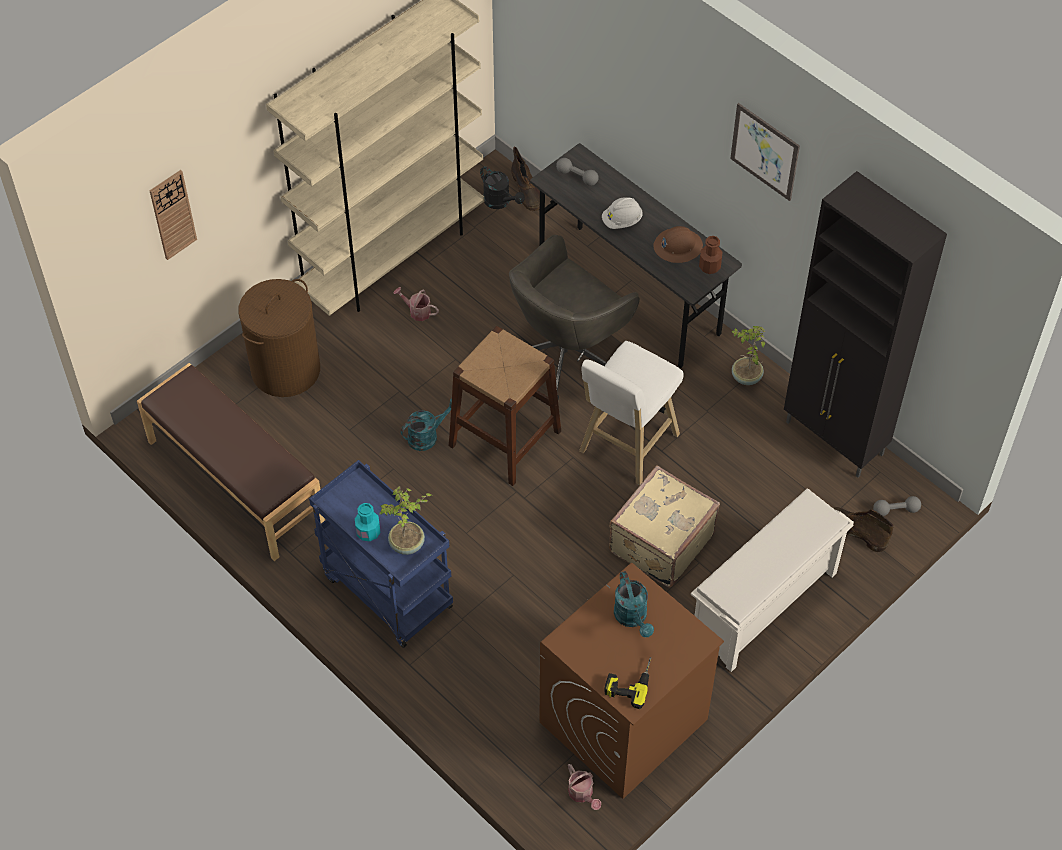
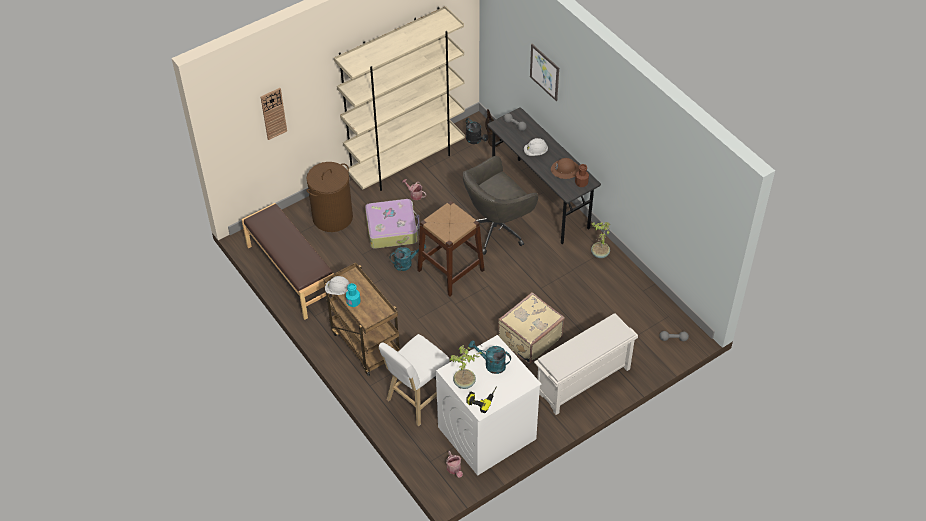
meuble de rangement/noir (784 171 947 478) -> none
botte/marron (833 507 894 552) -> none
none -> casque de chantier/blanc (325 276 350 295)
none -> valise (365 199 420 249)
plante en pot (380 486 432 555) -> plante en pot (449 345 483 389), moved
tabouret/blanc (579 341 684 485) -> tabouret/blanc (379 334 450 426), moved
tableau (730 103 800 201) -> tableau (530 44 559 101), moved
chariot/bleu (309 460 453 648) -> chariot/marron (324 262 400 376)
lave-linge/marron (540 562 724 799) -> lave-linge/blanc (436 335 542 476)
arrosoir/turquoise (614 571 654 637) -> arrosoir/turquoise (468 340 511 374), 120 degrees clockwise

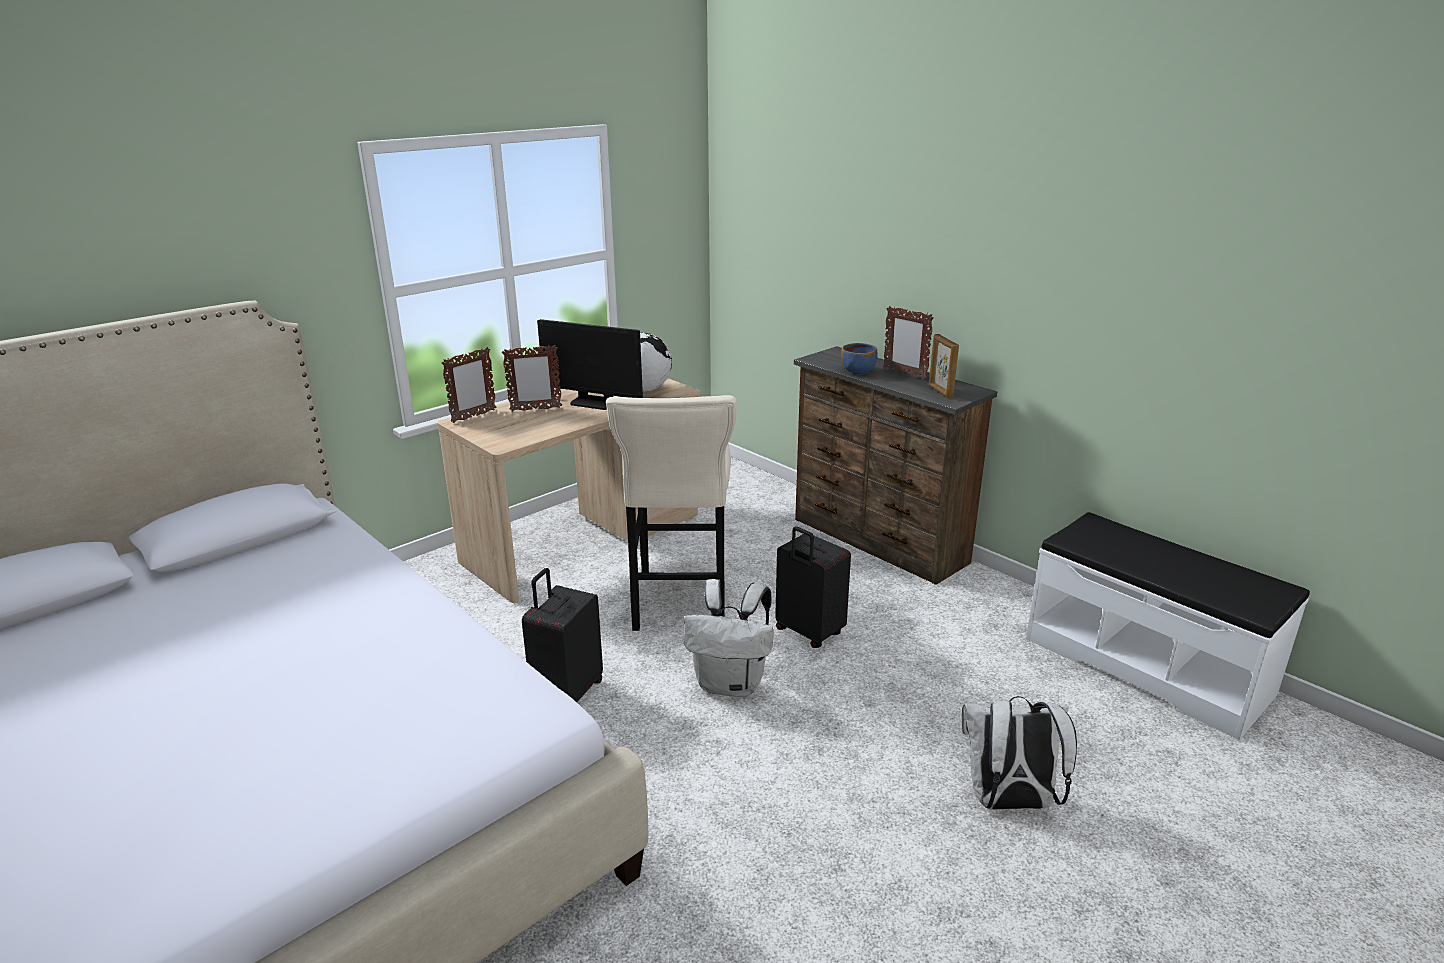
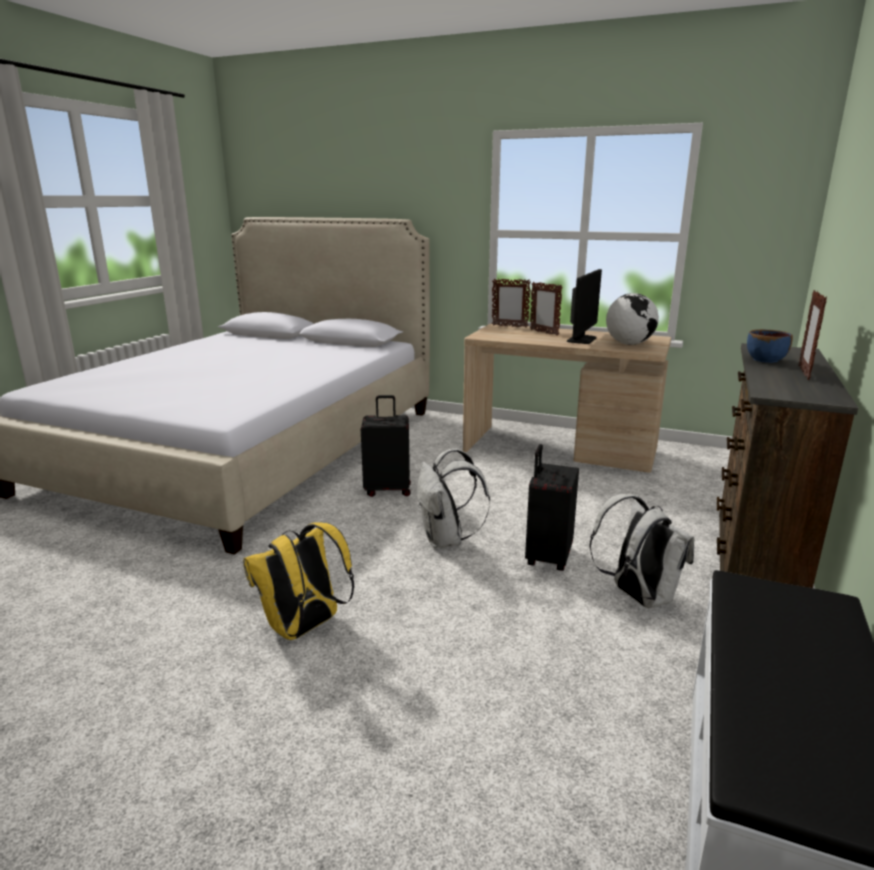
tabouret/beige (606 395 737 631) -> none
cadre photo (929 334 959 399) -> none
none -> sac à dos/jaune (243 522 355 640)
sac à dos/blanc (962 696 1077 810) -> sac à dos/blanc (589 494 695 608), moved
écran d'ordinateur (537 319 643 410) -> écran d'ordinateur (567 269 602 344), 150 degrees counterclockwise

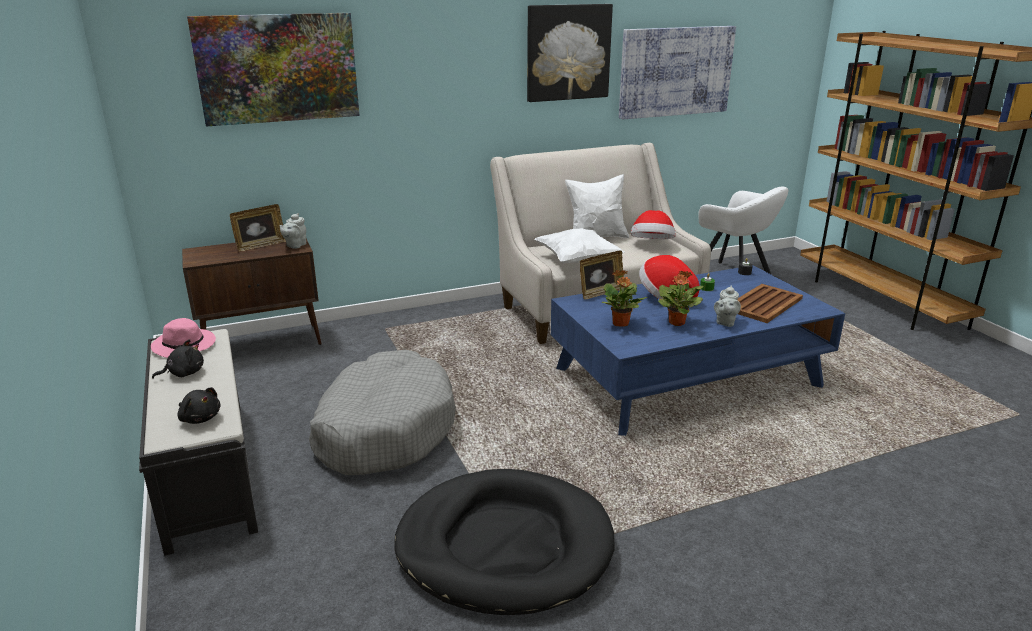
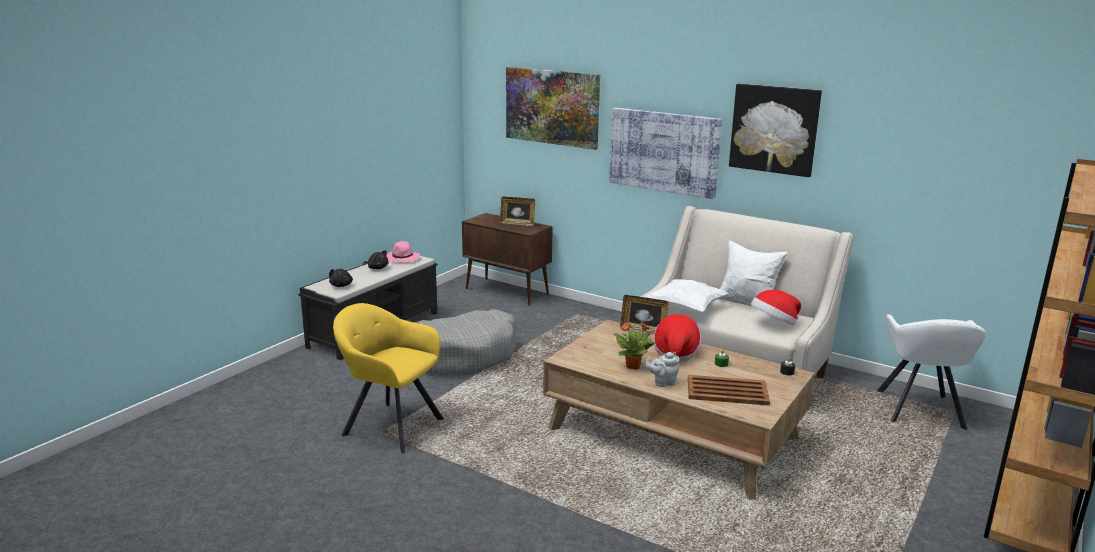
théière/gris (279 213 306 249) -> none
plante en pot (602 270 647 327) -> none
tableau (619 26 736 119) -> tableau (609 108 722 199), moved
panier pour chien/noir (394 469 614 615) -> fauteuil/jaune (333 303 444 453)
table basse/bleu (551 265 845 436) -> table basse/marron (543 320 815 500)

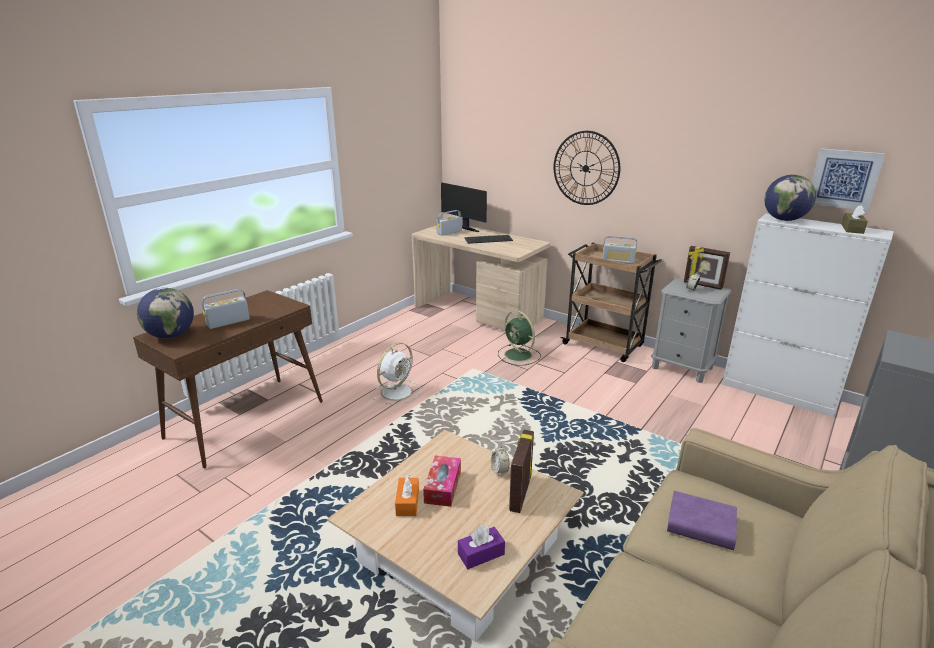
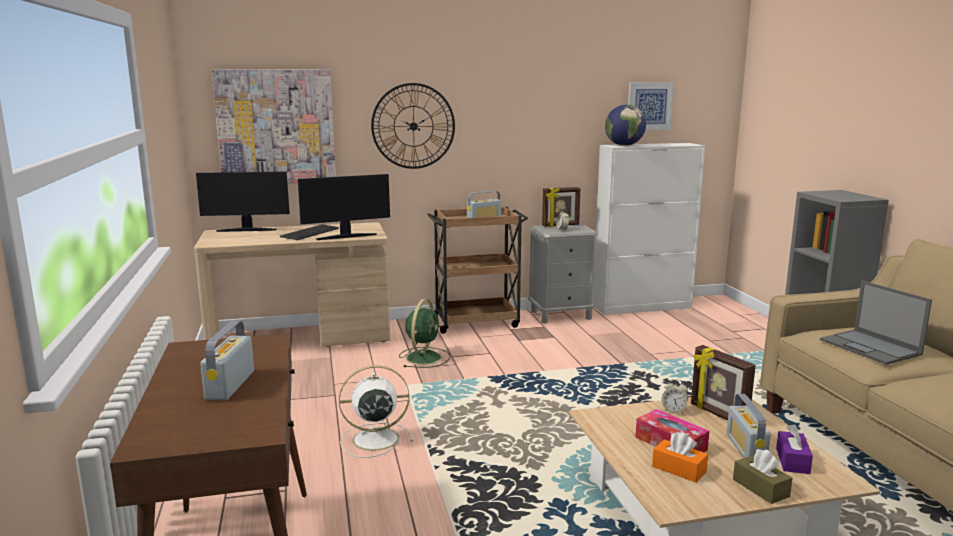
globe (137 288 194 338) -> none
none -> tableau (212 69 336 183)
none -> écran d'ordinateur (298 174 390 240)
radio (437 210 462 236) -> radio (727 394 771 458), moved
boîte à mouchoirs/marron (842 205 868 234) -> boîte à mouchoirs/marron (733 449 792 504), moved
livre/violet (667 491 737 550) -> ordinateur portable (820 281 932 365)
ventilateur/blanc (373 343 421 405) -> ventilateur/blanc (339 365 414 458), 90 degrees counterclockwise
ventilateur/vert (498 310 541 366) -> ventilateur/vert (399 299 450 368), 75 degrees counterclockwise

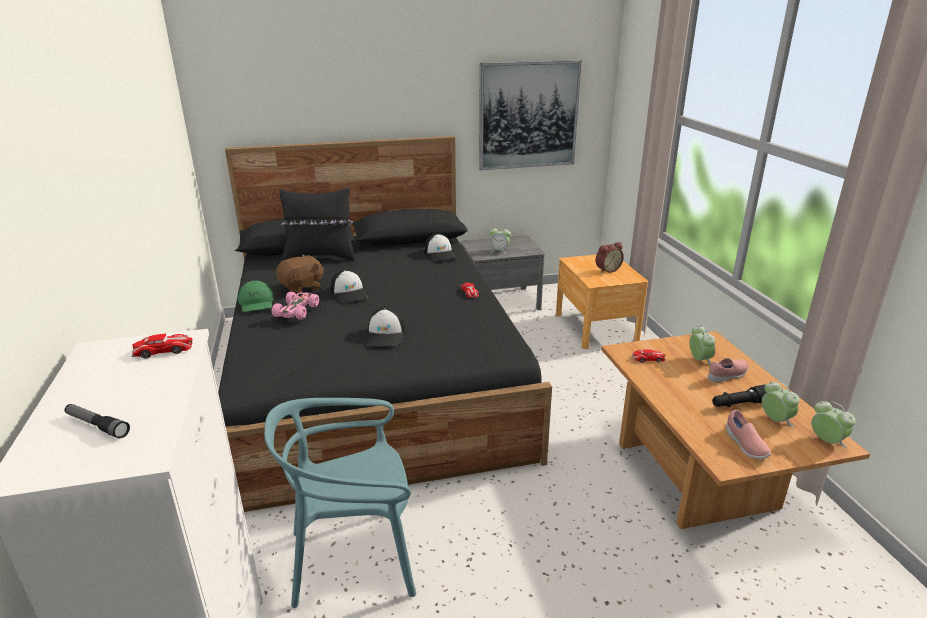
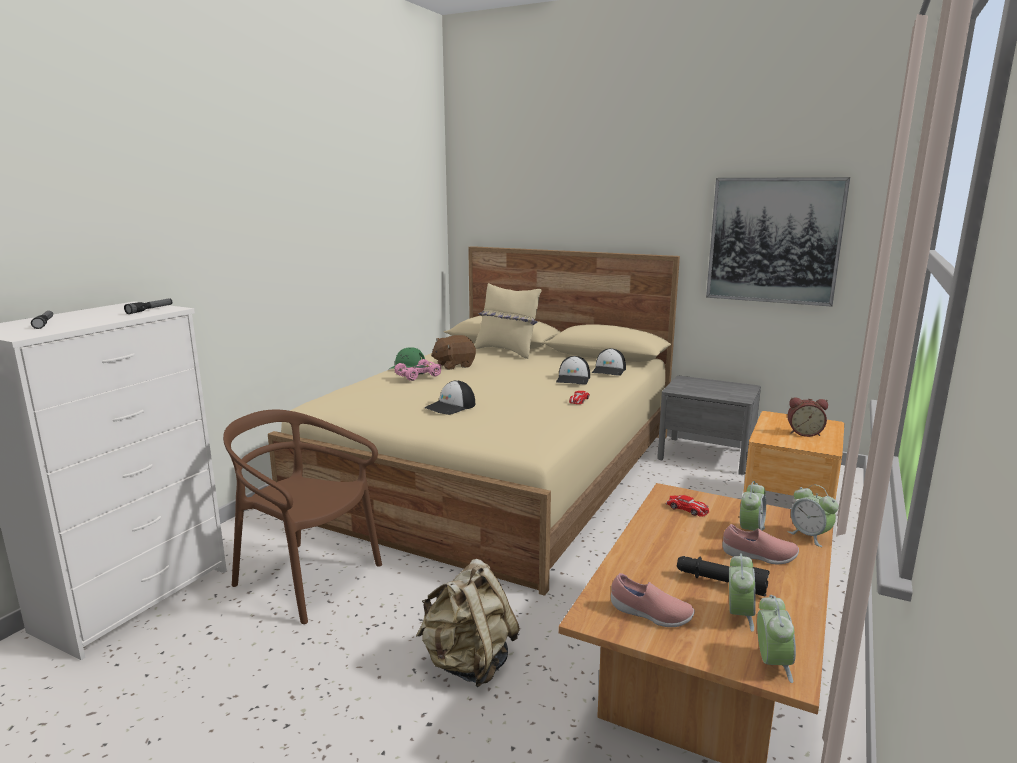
none -> sac à dos/beige (416 559 520 687)
casquette (331 270 369 303) -> casquette (556 356 590 384), moved
réveil (490 229 511 254) -> réveil (787 485 839 547), moved
petite voiture (132 334 192 359) -> lampe de poche (124 299 172 314)
lit/noir (218 136 552 512) -> lit/beige (268 246 680 596)
chaise/turquoise (264 398 416 608) -> chaise/marron (223 410 382 624)
coussin/noir (279 188 354 261) -> coussin/beige (474 283 542 359)
peluche/marron (276 255 324 295) -> peluche/marron (431 335 476 370), 150 degrees clockwise
chaussure/rose (726 410 771 459) -> chaussure/rose (611 573 695 627), 90 degrees counterclockwise

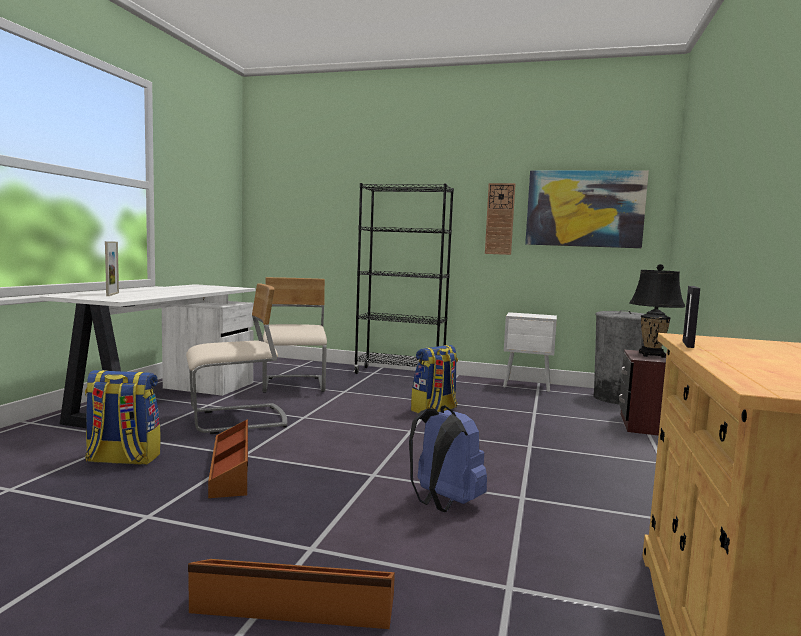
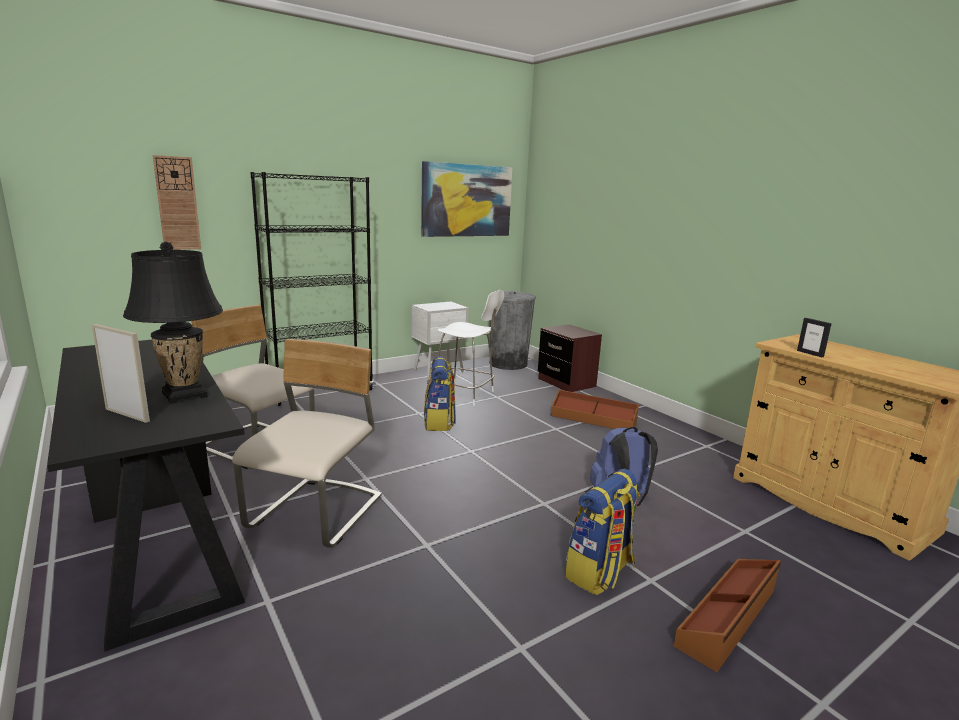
none -> chaise/blanc (438 290 504 406)
sac à dos (85 370 160 465) -> sac à dos (565 469 640 595), moved
boîte de rangement/marron (208 419 248 498) -> boîte de rangement/marron (551 390 639 429), moved
horloge murale (485 183 515 255) -> horloge murale (153 155 201 250), moved
lampe de table/noir (630 264 685 358) -> lampe de table/noir (123 242 223 404), moved
bureau/blanc (40 284 256 428) -> bureau/noir (47 340 245 652)

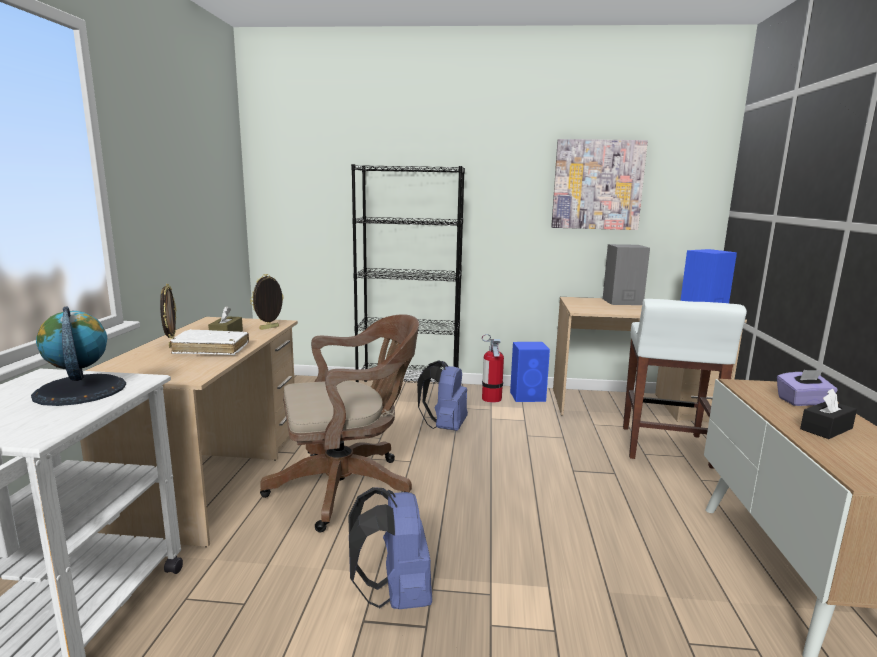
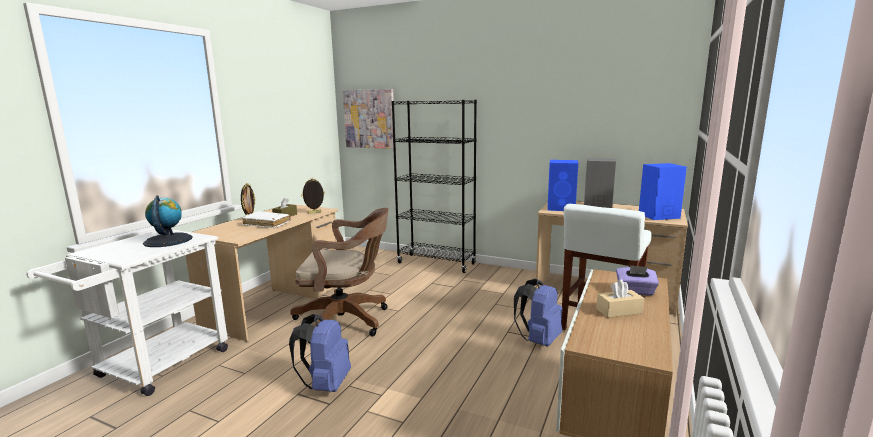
extincteur (482 334 504 403) -> none
sac à dos/bleu (417 360 468 431) -> sac à dos/bleu (514 279 562 347), moved
enceinte/bleu (510 342 550 402) -> enceinte/bleu (547 160 578 211), moved
tableau (551 139 648 230) -> tableau (343 89 394 149), moved
boîte à mouchoirs/noir (800 389 857 439) -> boîte à mouchoirs/beige (596 279 644 318)

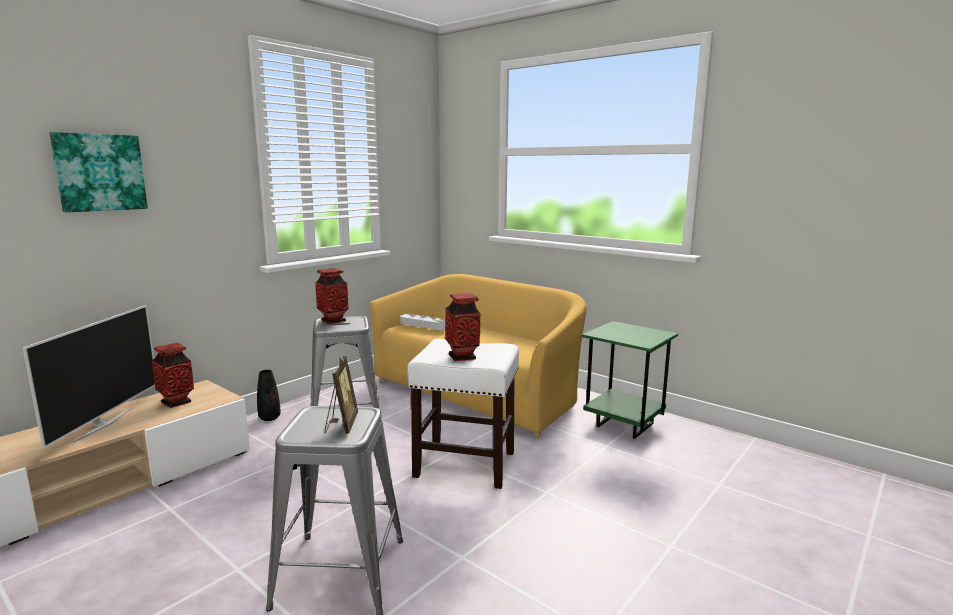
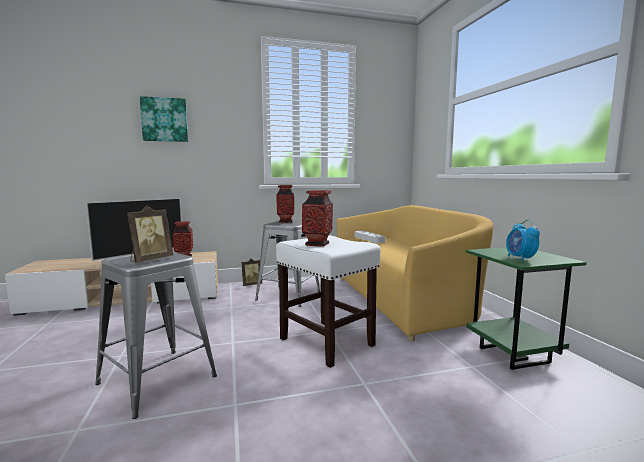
none -> réveil (506 220 540 261)
vase/noir (257 370 281 421) -> cadre photo (241 259 262 286)

